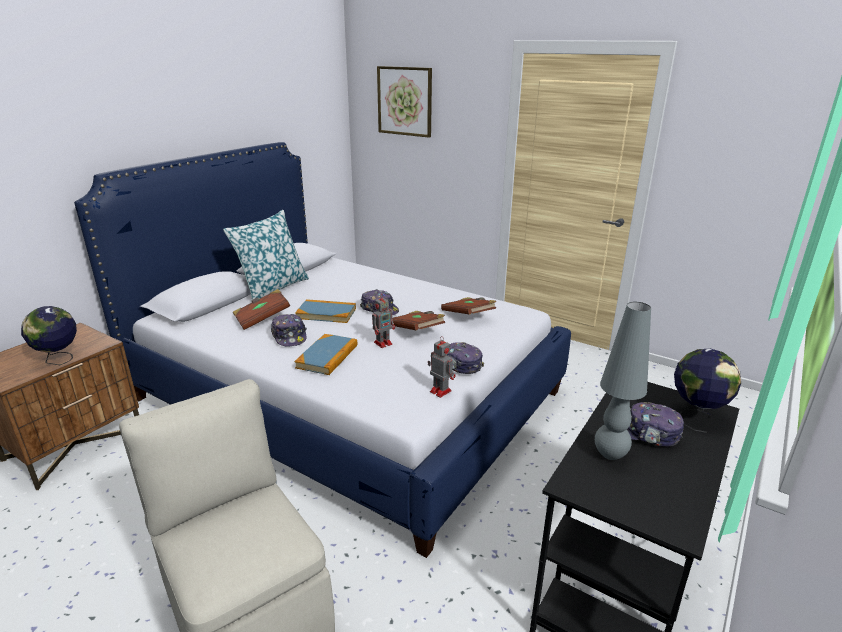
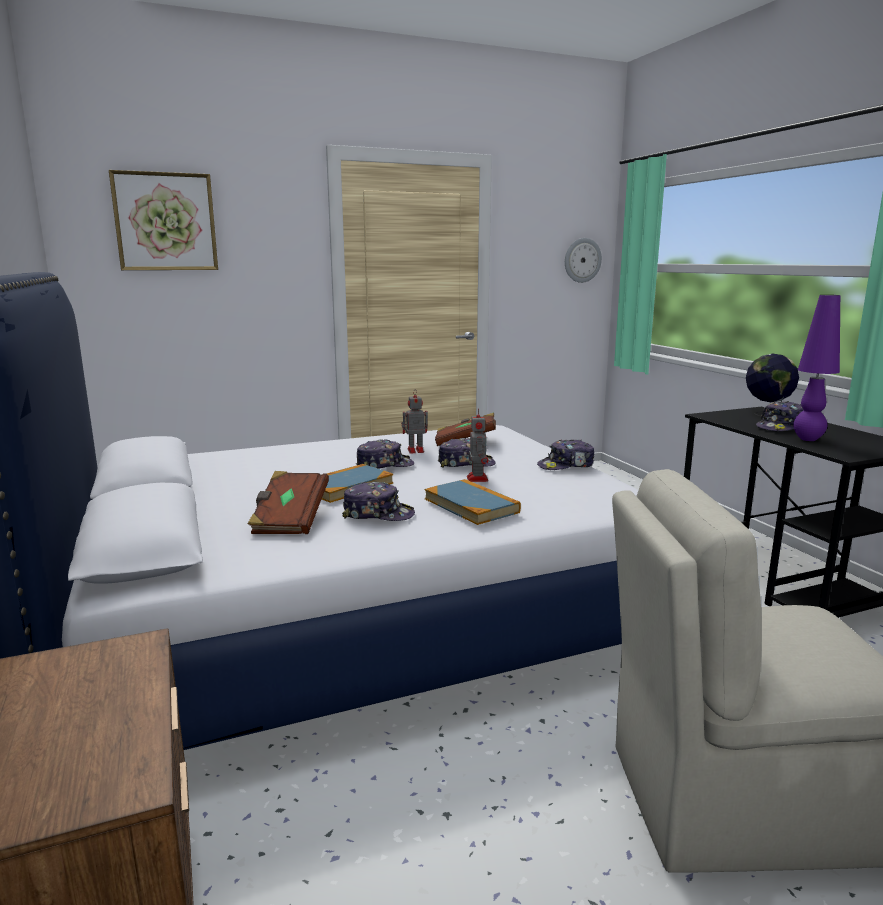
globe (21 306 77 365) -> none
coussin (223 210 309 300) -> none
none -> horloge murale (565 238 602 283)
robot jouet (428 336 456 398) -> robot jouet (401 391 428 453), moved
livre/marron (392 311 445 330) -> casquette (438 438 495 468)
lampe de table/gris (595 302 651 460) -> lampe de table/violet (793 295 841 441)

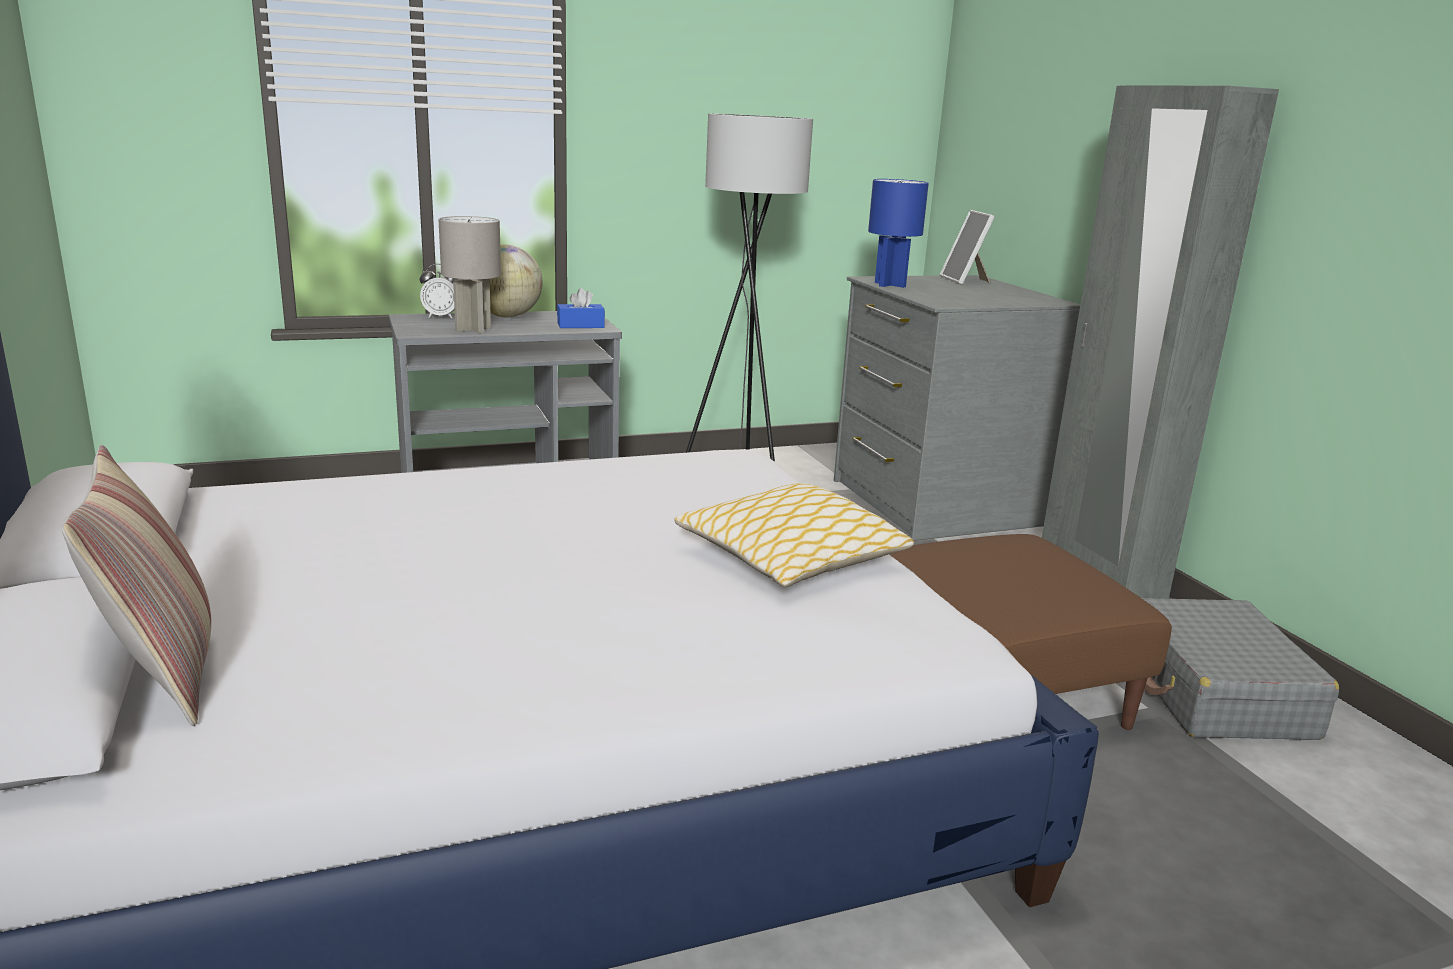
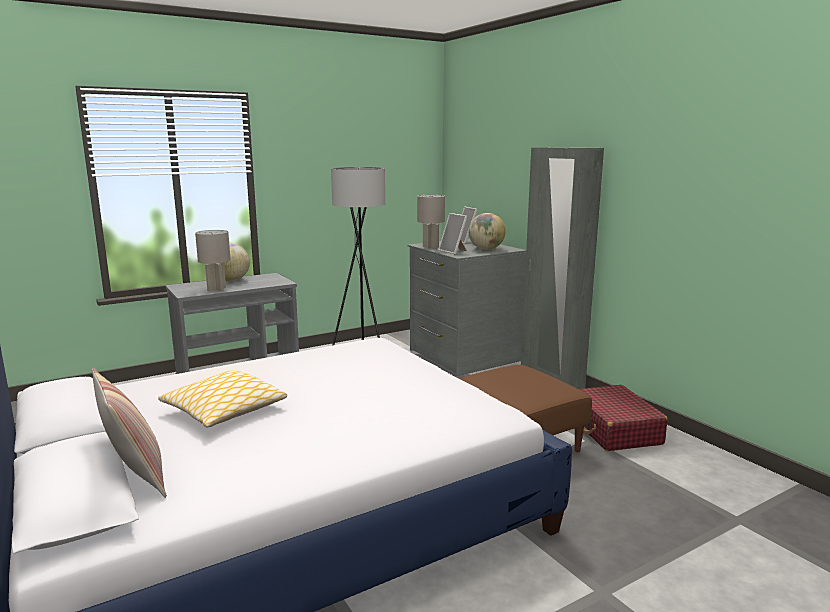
réveil (420 264 455 318) -> none
boîte à mouchoirs/bleu (557 288 605 328) -> none
none -> cadre photo (438 213 467 254)
none -> globe (469 213 506 250)
coussin (675 483 914 587) -> coussin (158 370 287 428), moved
lampe de table/bleu (868 179 929 288) -> lampe de table/gris (417 195 445 249)
valise/gris (1142 598 1339 740) -> valise/rouge (579 385 668 451)

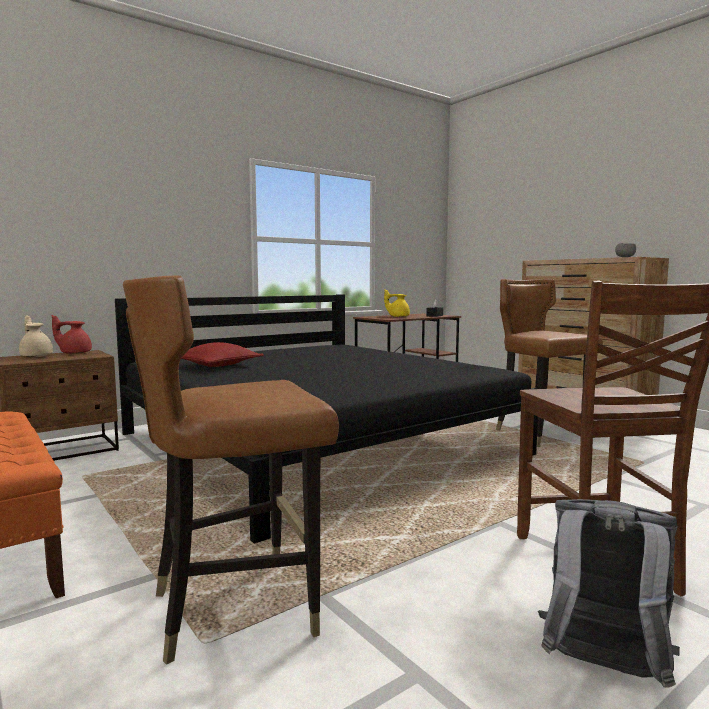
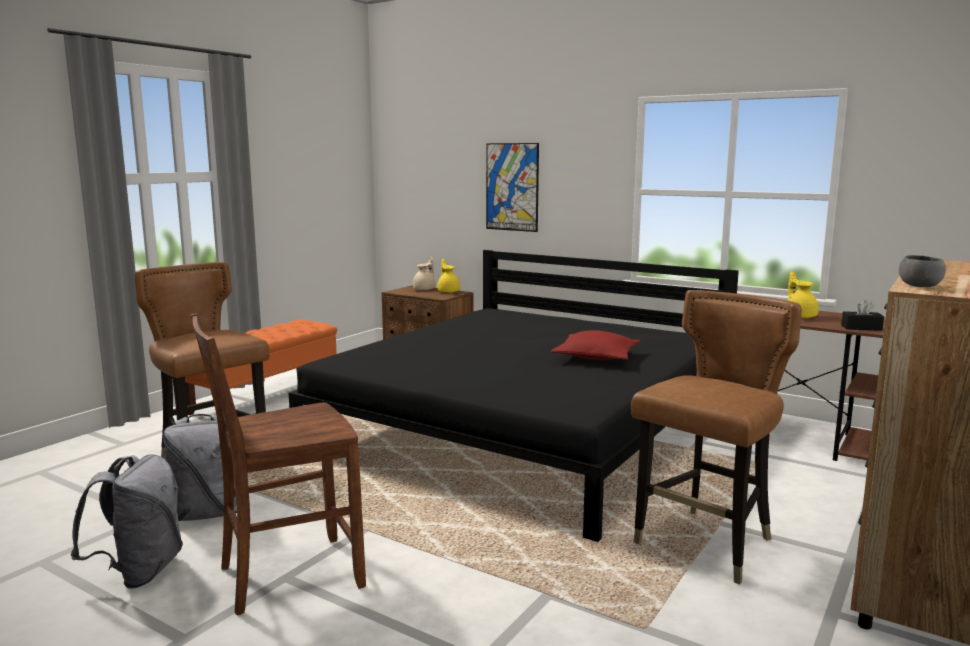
none -> sac à dos/gris (163 414 237 521)
none -> tableau (486 143 539 232)
coussin/rouge (181 342 264 367) -> coussin/rouge (551 330 640 360), moved
théière/rouge (52 315 92 354) -> théière/jaune (437 259 460 293)

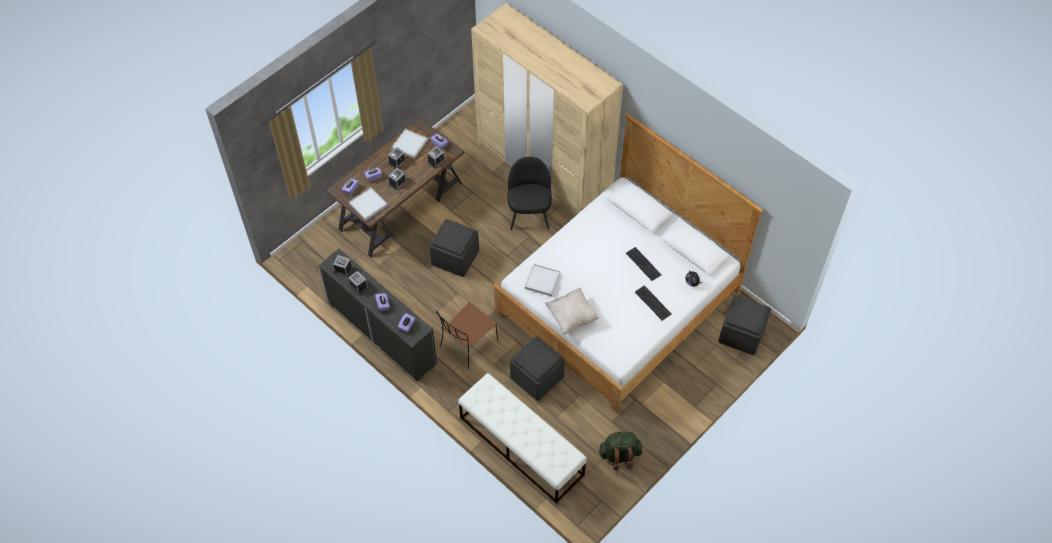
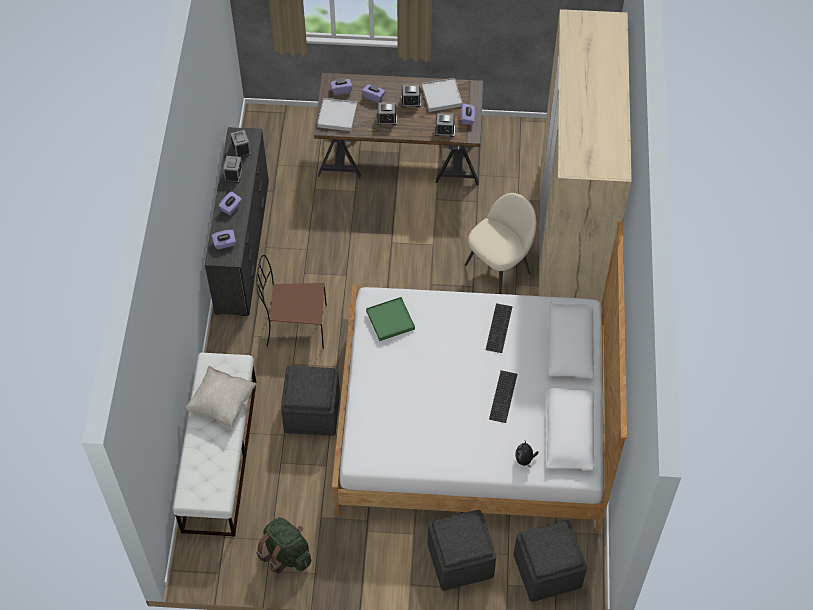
pouf/gris (429 219 479 277) -> pouf/gris (427 510 496 591), moved
coussin/beige (545 288 599 335) -> coussin/beige (185 366 257 427), moved
clavier (635 285 671 321) -> clavier (486 303 512 353), moved
chaise/noir (507 157 552 230) -> chaise/beige (465 193 536 294)
plateau/blanc (525 264 560 296) -> plateau/vert (366 297 415 341)

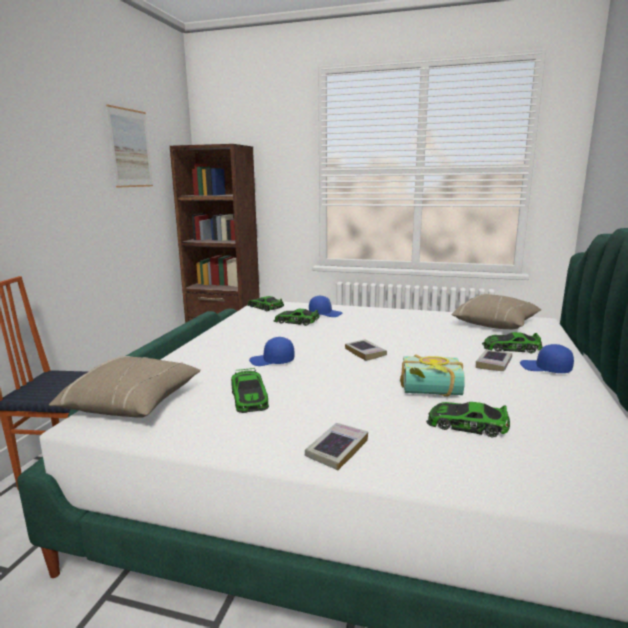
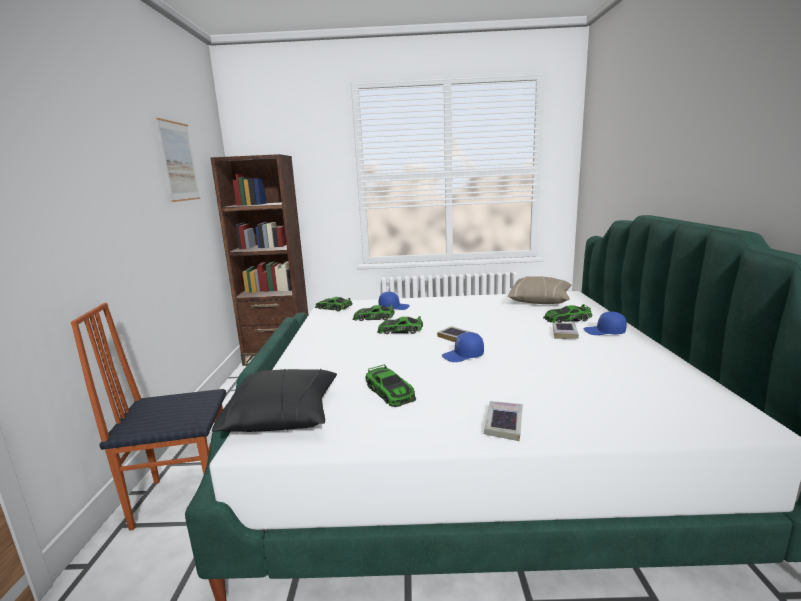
livre (400 354 465 397) -> none
casquette/bleu (249 337 294 366) -> casquette/bleu (442 332 484 362), moved
petite voiture (426 402 510 438) -> petite voiture (377 316 423 334), moved
coussin/beige (49 356 201 418) -> coussin/noir (212 369 337 432)

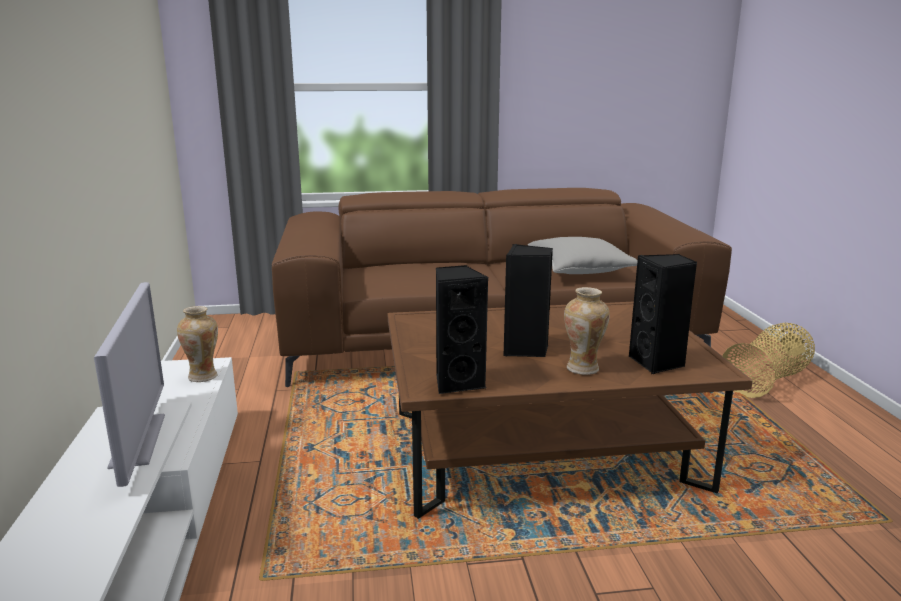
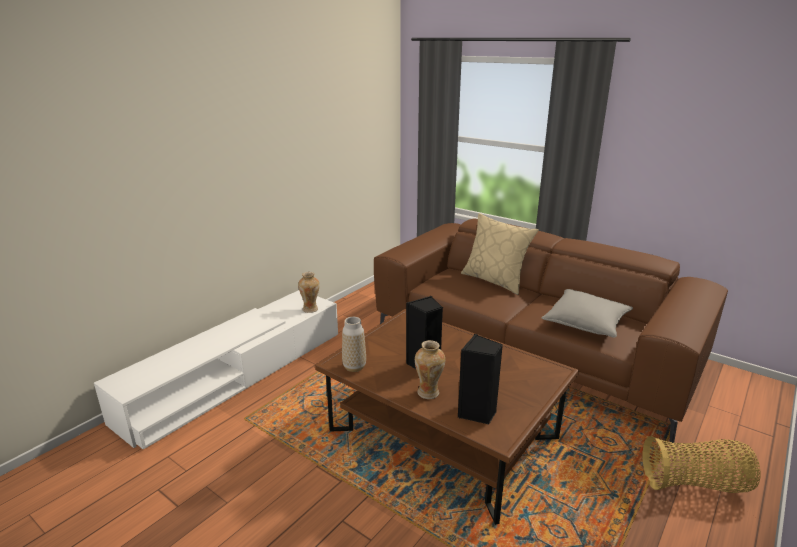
téléviseur (94 282 165 487) -> none
none -> coussin/beige (461 213 539 295)
enceinte/noir (436 265 488 394) -> vase (342 317 366 372)

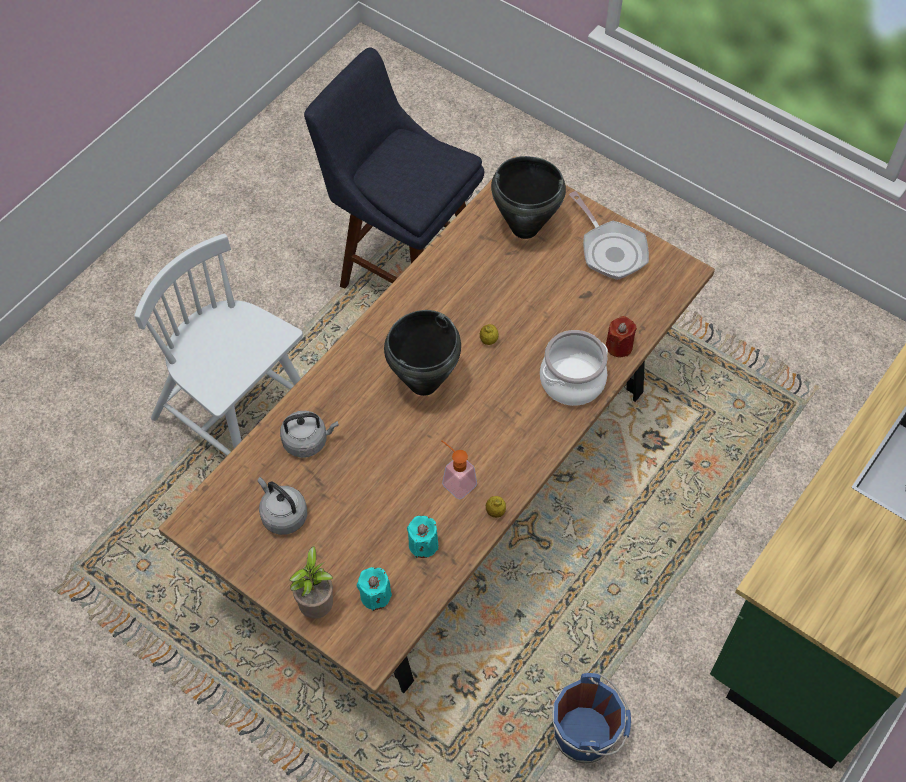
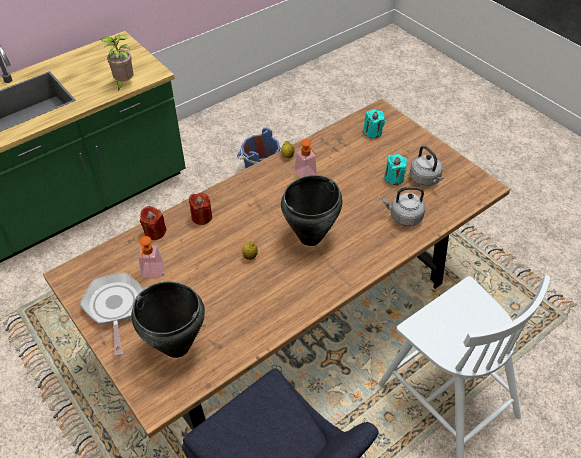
none -> distributeur de savon (138 236 164 278)
plante en pot (289 546 333 619) -> plante en pot (100 35 134 90), moved
bougie/turquoise (407 516 438 558) -> bougie/turquoise (384 154 407 185), moved
marmite (540 330 608 406) -> bougie/rouge (189 192 212 225)

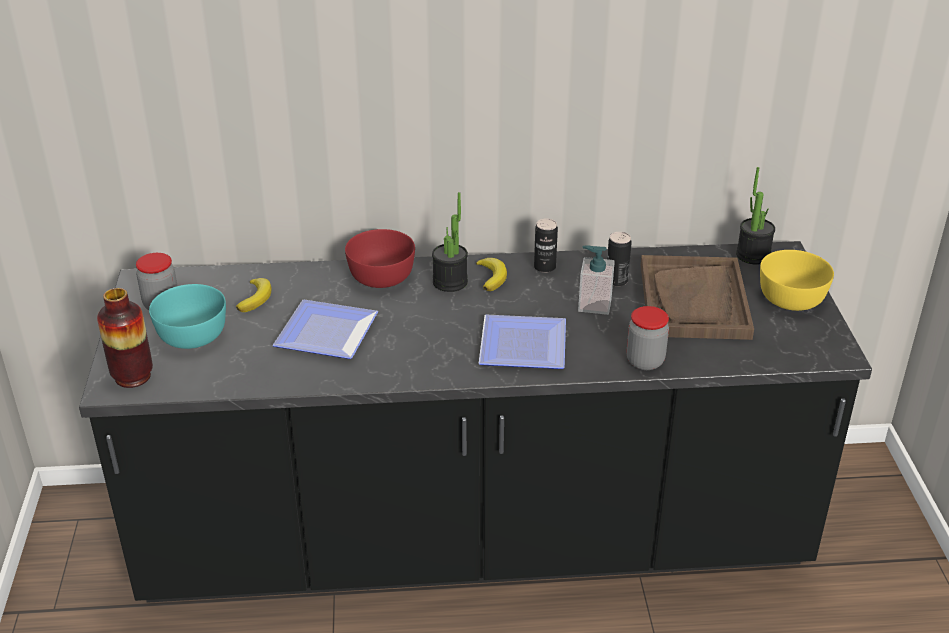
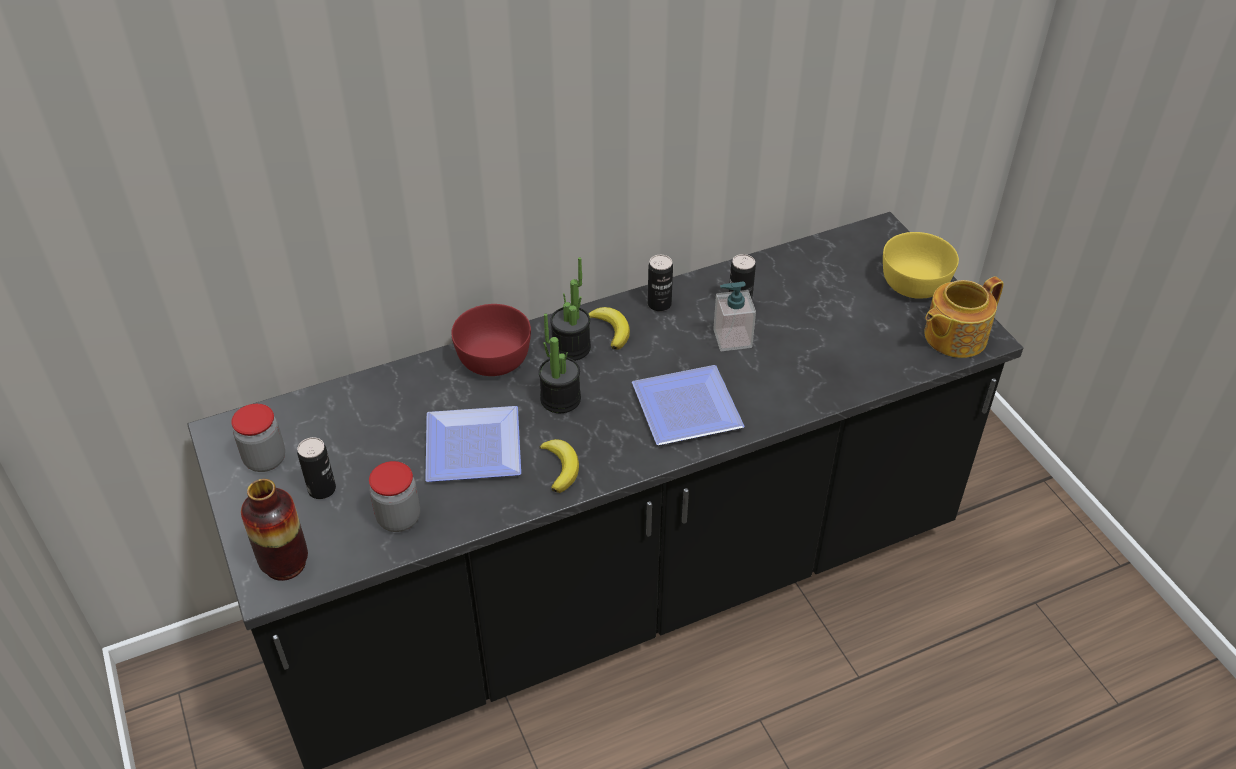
plateau/marron (641 255 754 340) -> none
none -> théière (924 276 1004 358)
banane (236 278 271 312) -> banane (540 439 579 493), moved
bocal (627 306 669 370) -> bocal (369 461 420 532), moved
plante en pot (736 167 775 264) -> plante en pot (539 314 581 413), moved
bol/turquoise (149 284 226 349) -> boîte métallique (297 437 336 499)

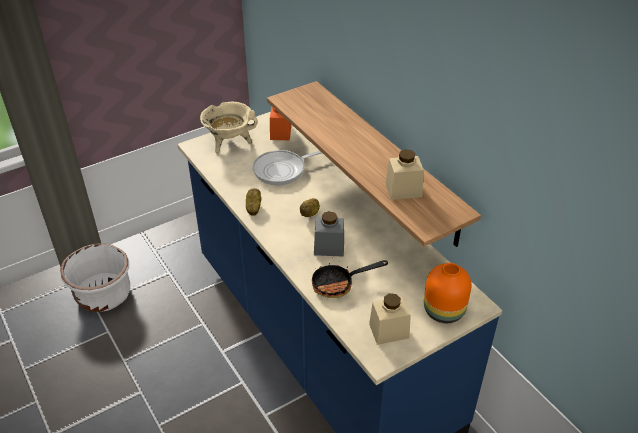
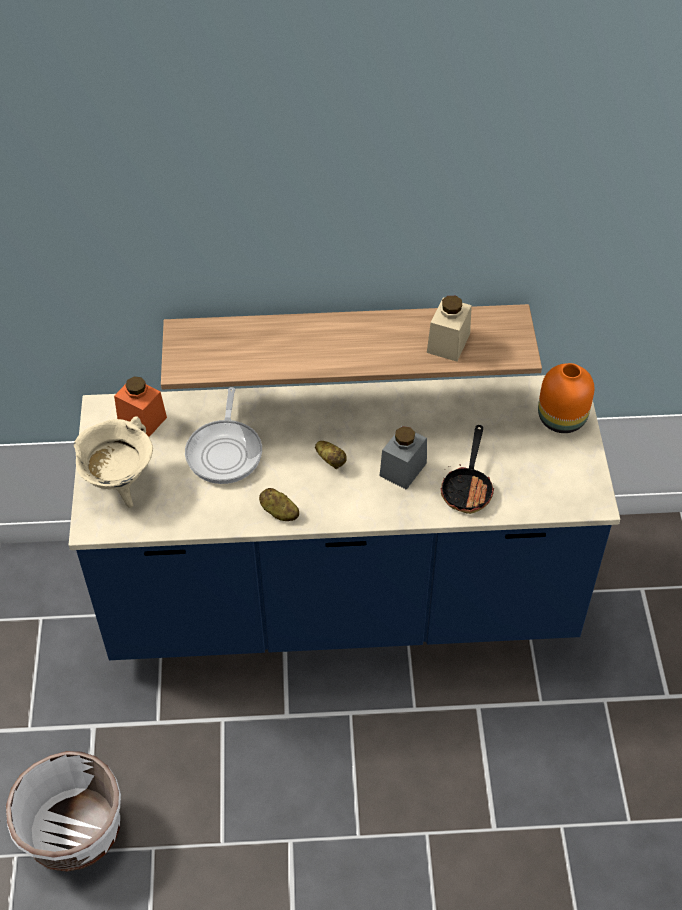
bocal/beige (369 293 411 345) -> none

